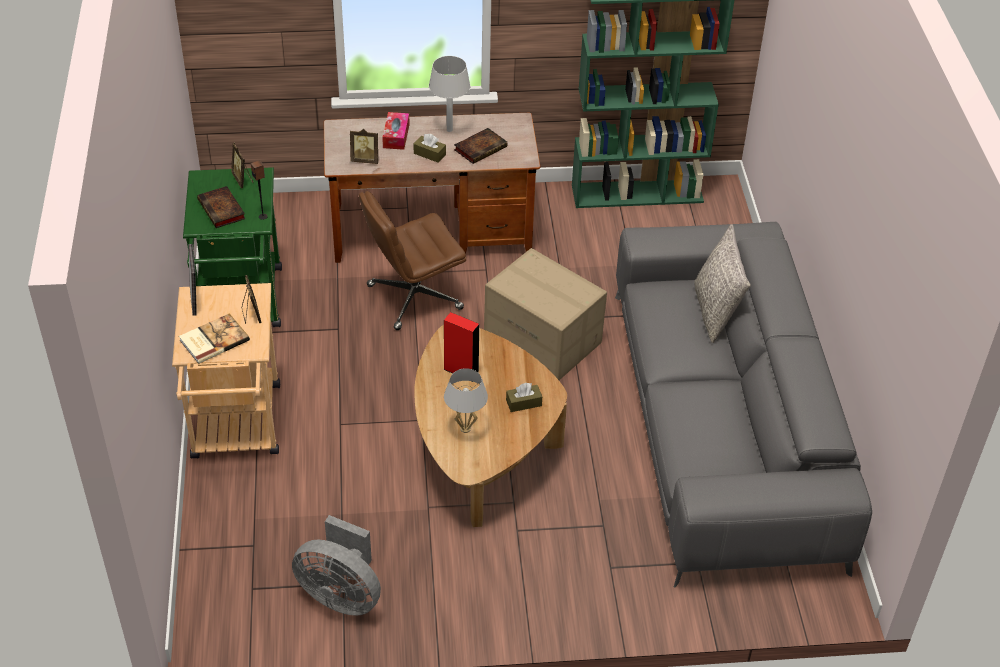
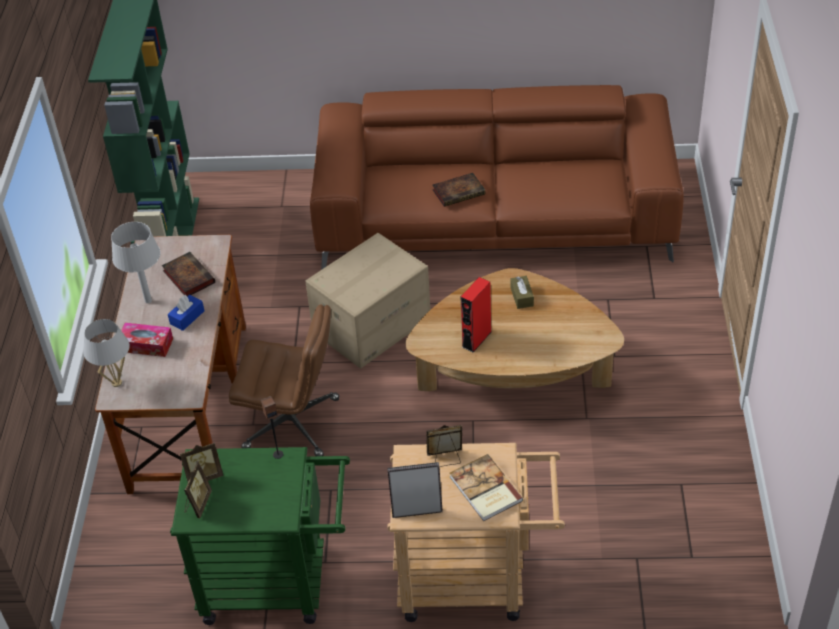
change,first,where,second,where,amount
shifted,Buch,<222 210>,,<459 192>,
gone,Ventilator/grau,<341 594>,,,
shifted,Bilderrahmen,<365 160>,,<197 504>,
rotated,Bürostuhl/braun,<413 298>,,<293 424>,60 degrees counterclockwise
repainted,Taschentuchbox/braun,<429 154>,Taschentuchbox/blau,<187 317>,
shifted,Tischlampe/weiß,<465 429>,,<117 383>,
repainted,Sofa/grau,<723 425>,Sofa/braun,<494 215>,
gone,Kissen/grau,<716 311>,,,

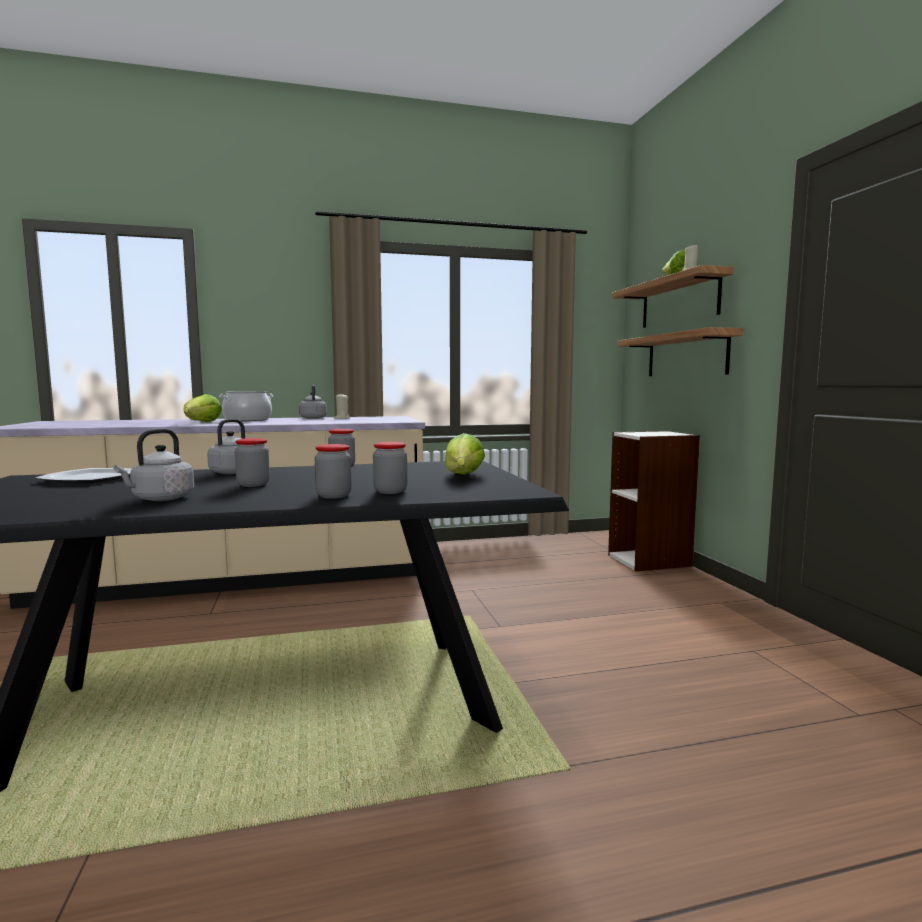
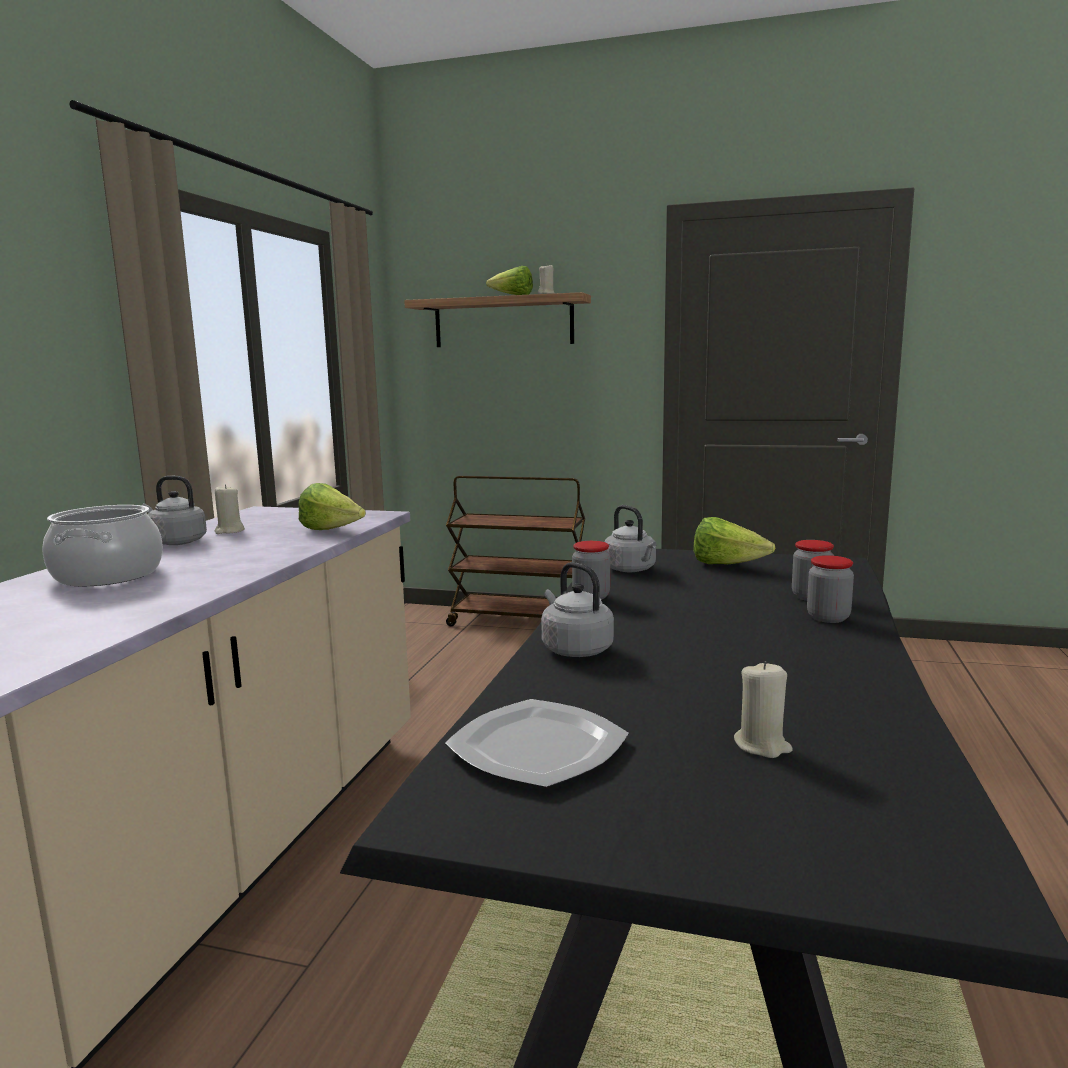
change,first,where,second,where,amount
shifted,Wasserkessel/grau,<160 499>,,<631 570>,
shifted,Salatkopf,<202 422>,,<332 531>,
gone,Vorratsglas,<253 484>,,,
swapped,Bücherregal,<650 560>,Rollwagen/braun,<519 622>,
gone,Wandregal,<686 355>,,,
new,,,Kerze/beige,<762 745>,

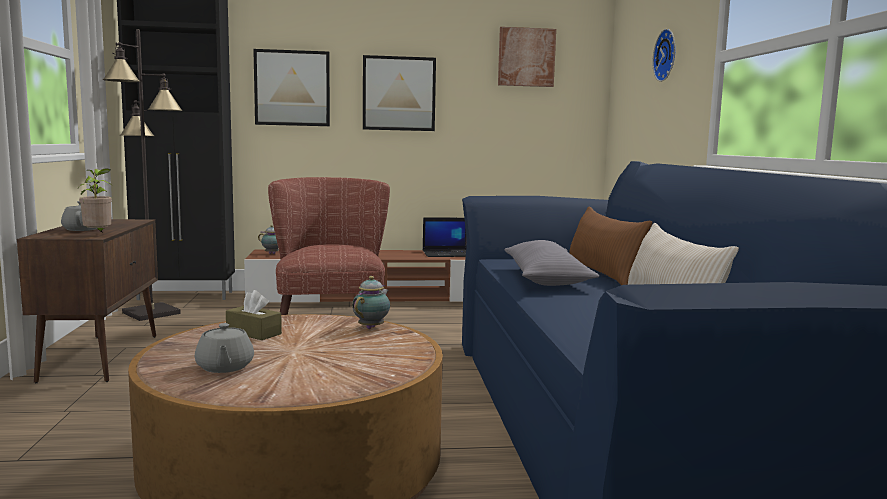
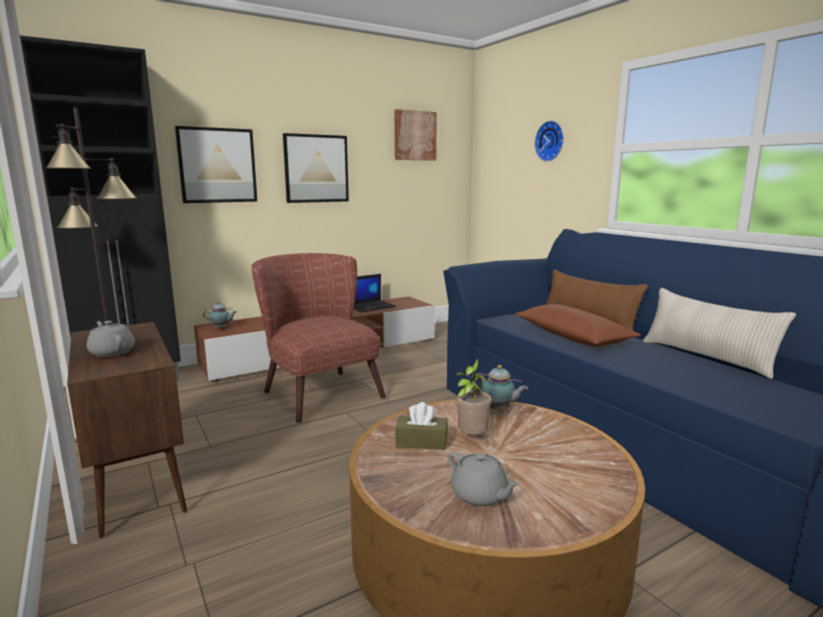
change,first,where,second,where,amount
shifted,Topfpflanze,<98 235>,,<471 438>,
rotated,Teekanne,<372 327>,,<499 410>,120 degrees clockwise
repainted,Kissen/grau,<546 278>,Kissen/braun,<572 336>,

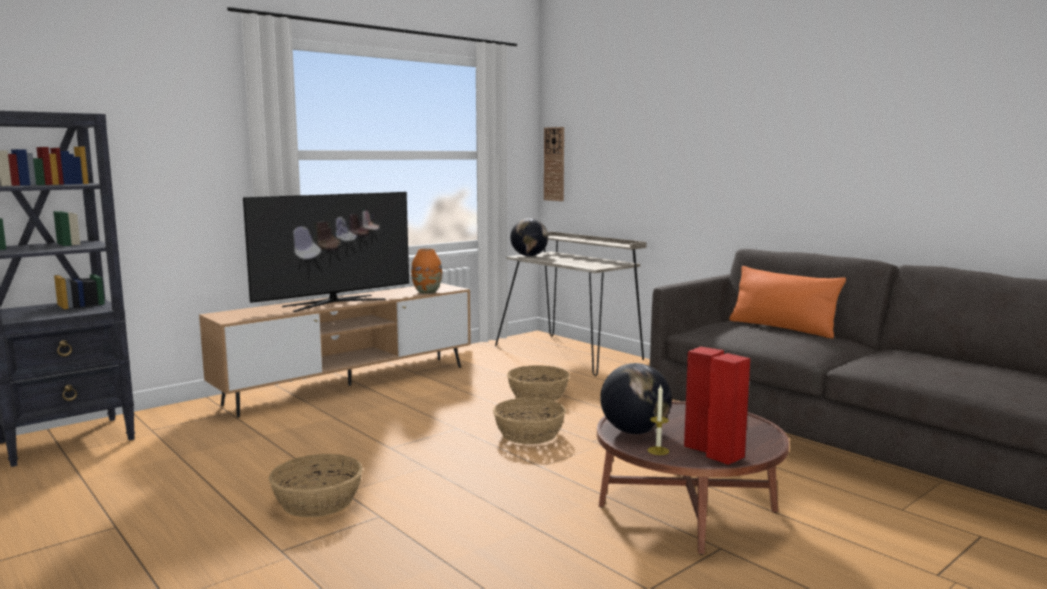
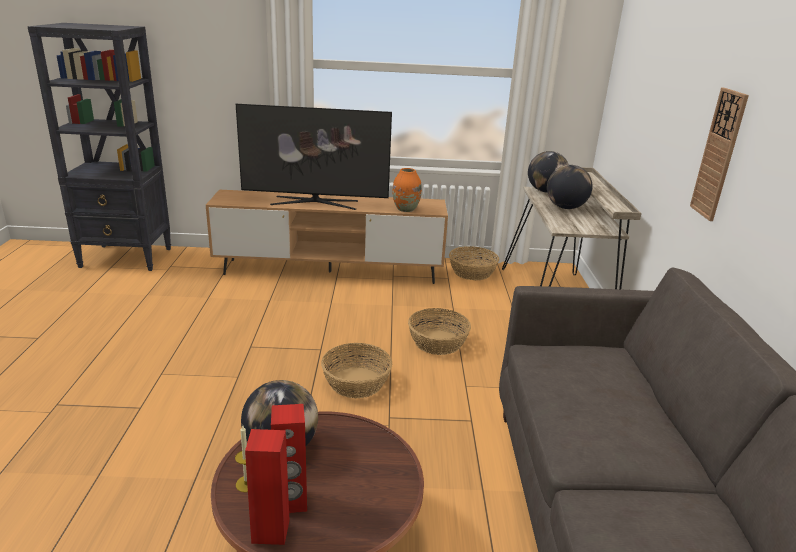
change,first,where,second,where,amount
shifted,Korb,<317 501>,,<472 272>,
shifted,Wanduhr,<554 164>,,<718 155>,
gone,Kissen/orange,<782 328>,,,
new,,,Globus,<565 207>,

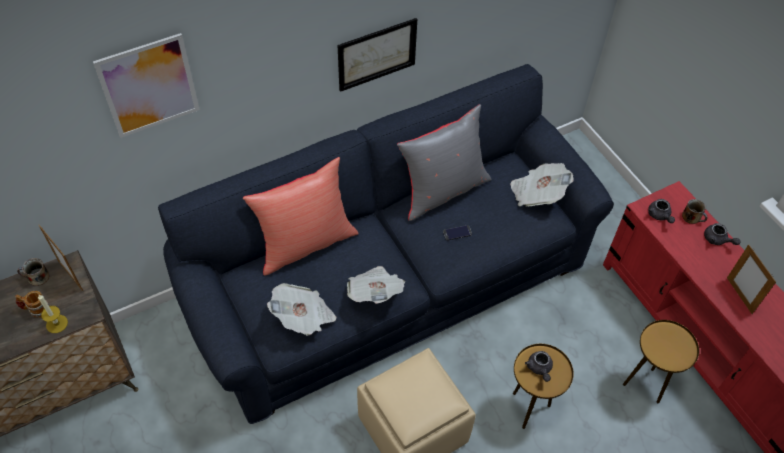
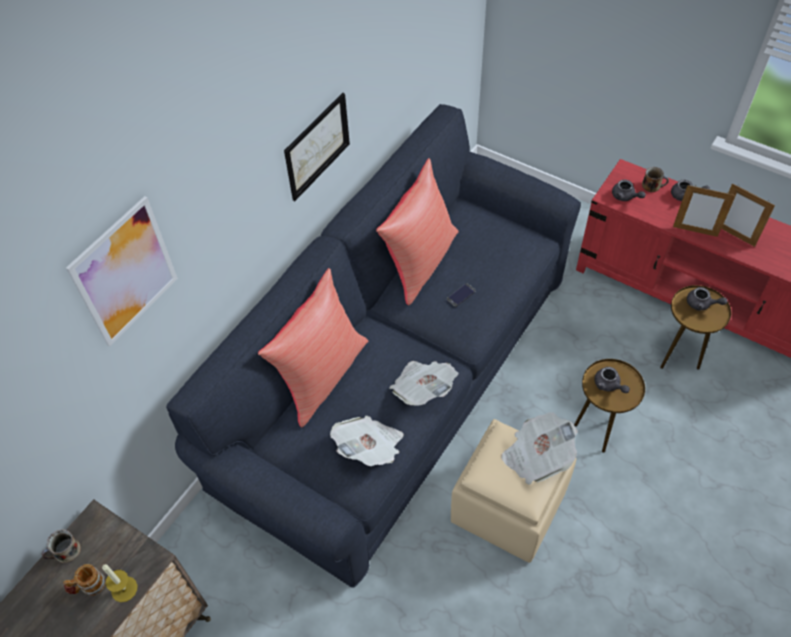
change,first,where,second,where,amount
shifted,Bilderrahmen,<70 276>,,<695 231>,
repainted,Kissen/grau,<442 190>,Kissen/rot,<420 262>,
shifted,Zeitung,<537 194>,,<537 456>,
new,,,Teekanne/grau,<702 304>,

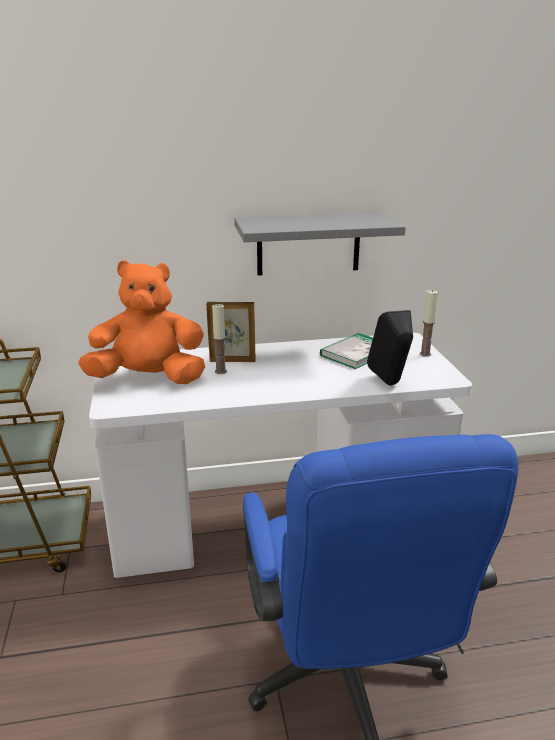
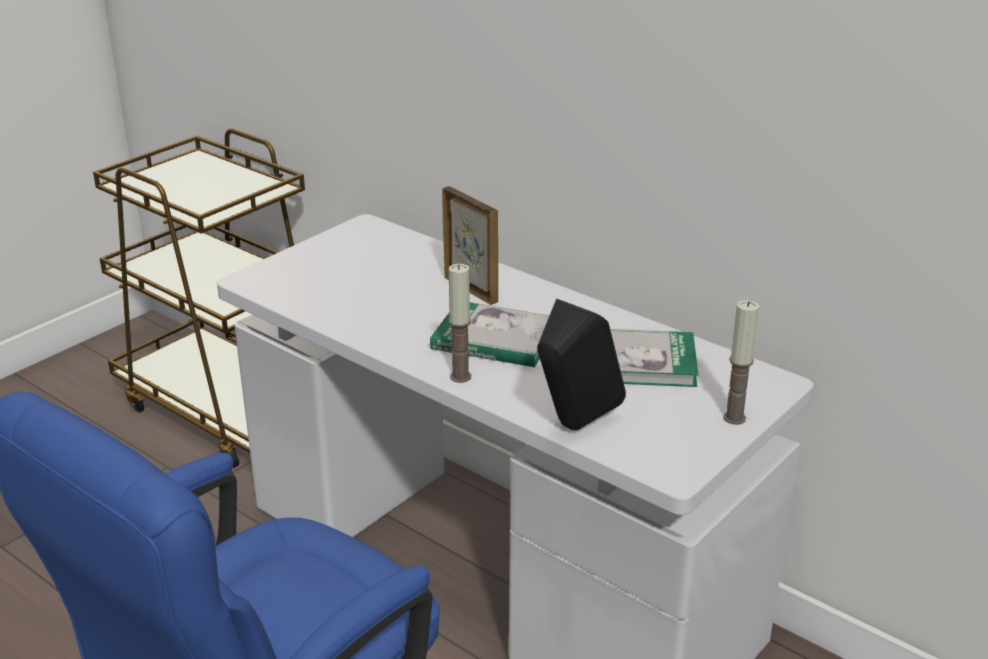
change,first,where,second,where,amount
gone,Plüschtier/orange,<149 379>,,,
shifted,Kerze,<220 371>,,<460 377>,
gone,Wandregal/grau,<308 244>,,,
new,,,Buch,<494 339>,

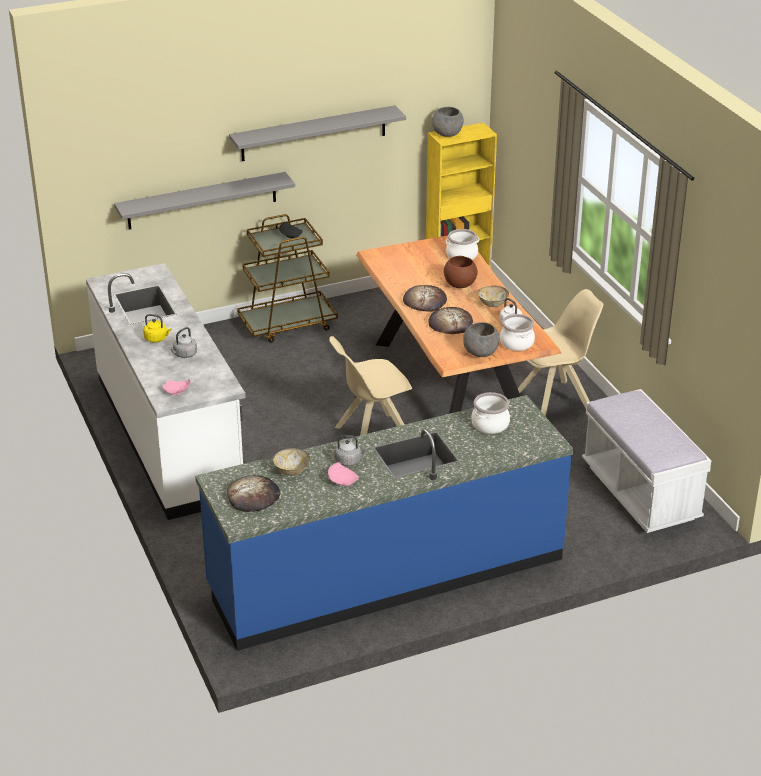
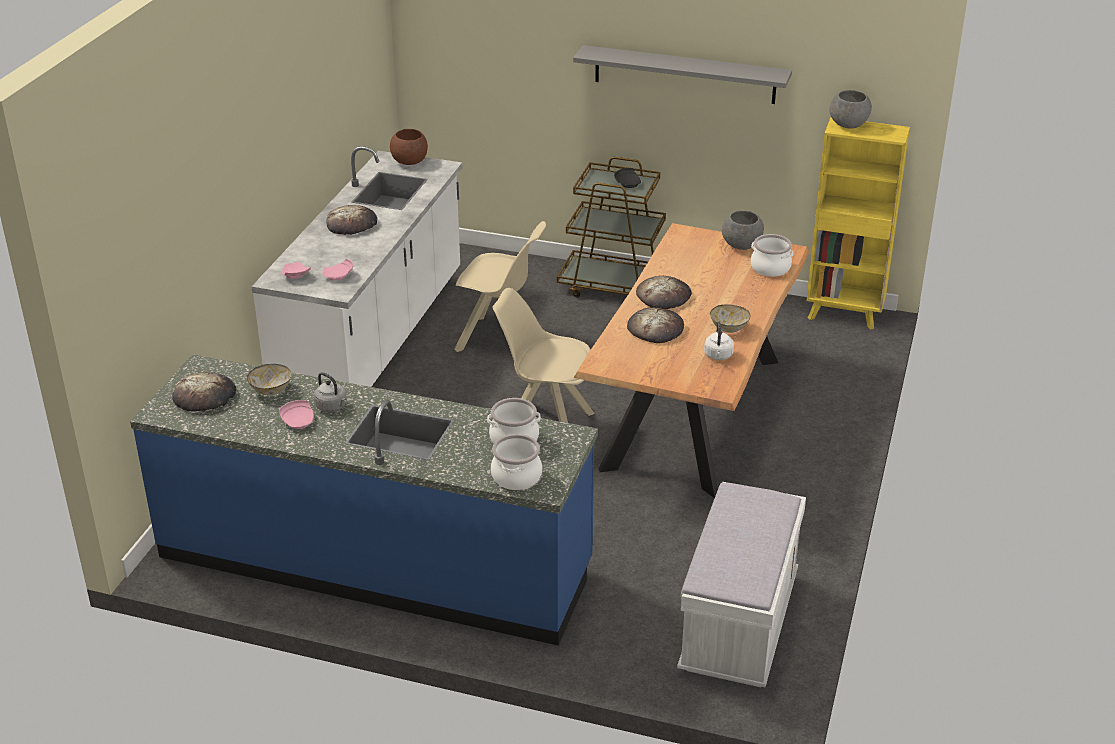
change,first,where,second,where,amount
gone,Wandregal/grau,<202 201>,,,
swapped,Wasserkessel/gelb,<157 339>,Brot,<352 224>,
gone,Wasserkessel/grau,<184 354>,,,
shifted,Schüssel/braun,<459 285>,,<409 162>,
shifted,Schüssel/grau,<480 353>,,<741 245>,
shifted,Kochtopf,<516 343>,,<516 476>,
shifted,Stuhl/beige,<555 401>,,<501 340>,
new,,,Teller/rosa,<339 276>,

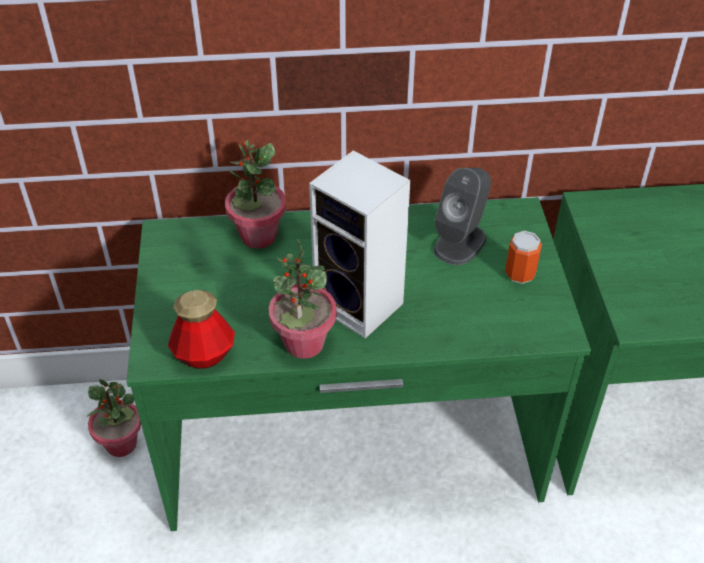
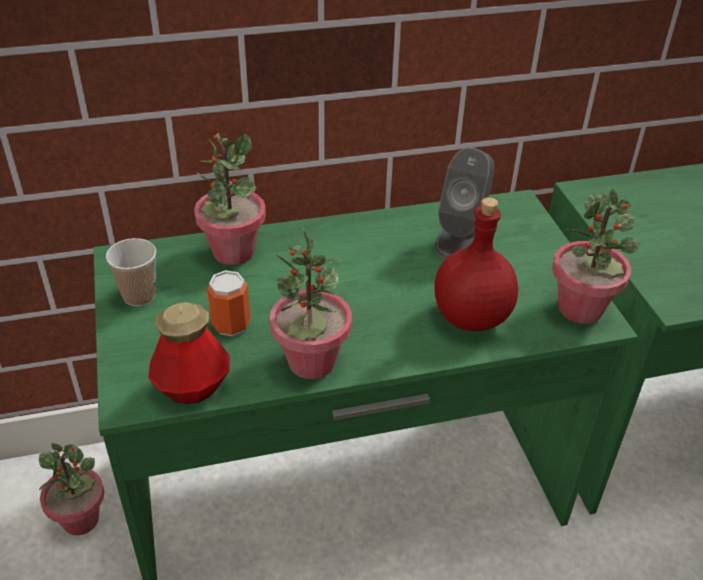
change,first,where,second,where,amount
gone,Lautsprecher,<362 305>,,,
shifted,Dose,<520 273>,,<231 324>,
new,,,Tasse,<139 296>,
new,,,Flasche/rot,<473 317>,
new,,,Topfpflanze,<581 309>,

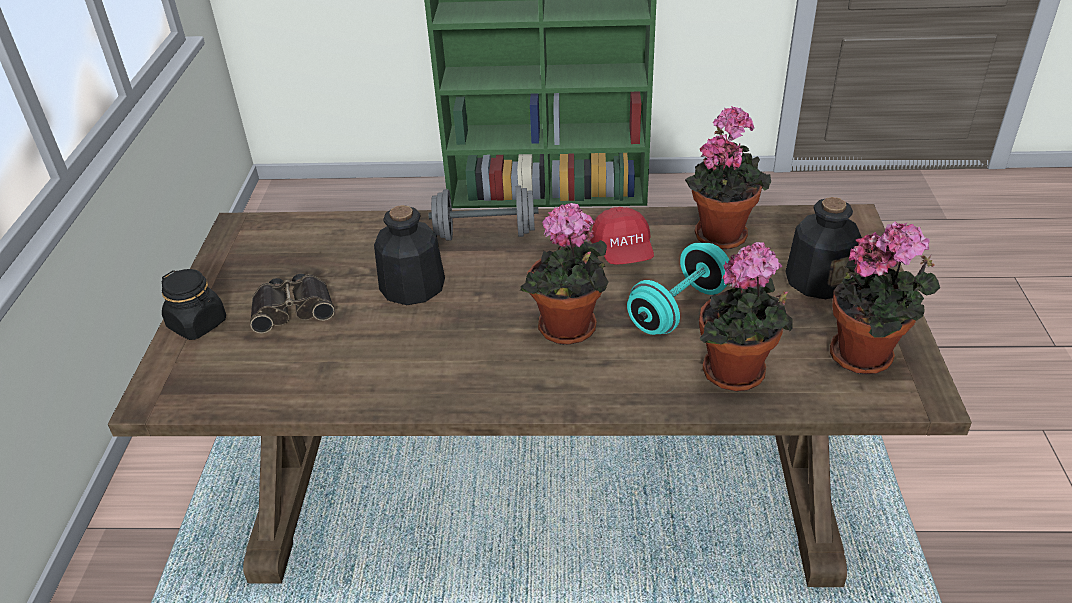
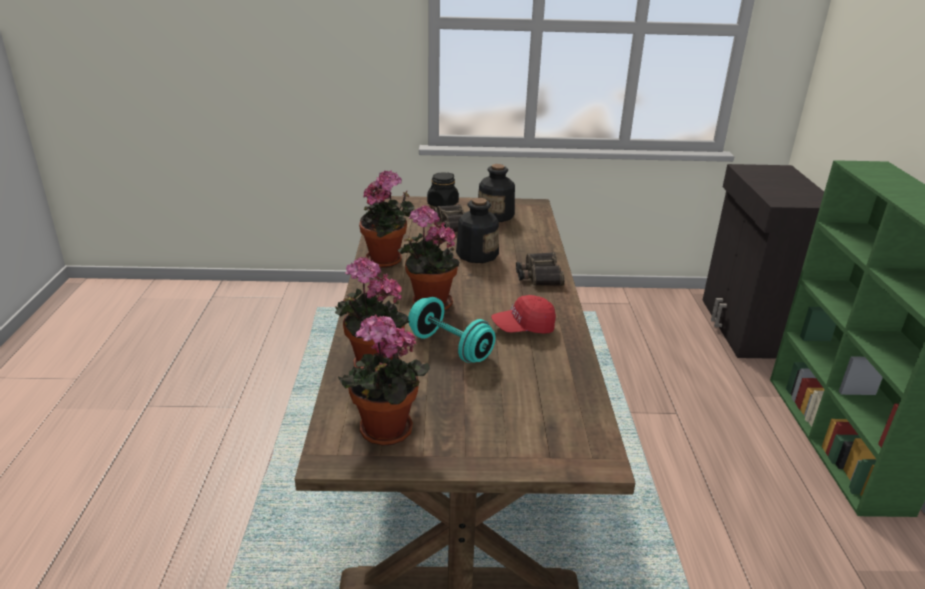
change,first,where,second,where,amount
swapped,Hantel/grau,<485 233>,Fernglas,<539 275>,
shifted,Topfpflanze,<720 232>,,<387 260>,
shifted,Flasche,<818 279>,,<496 215>,
new,,,Schrank/schwarz,<745 328>,

